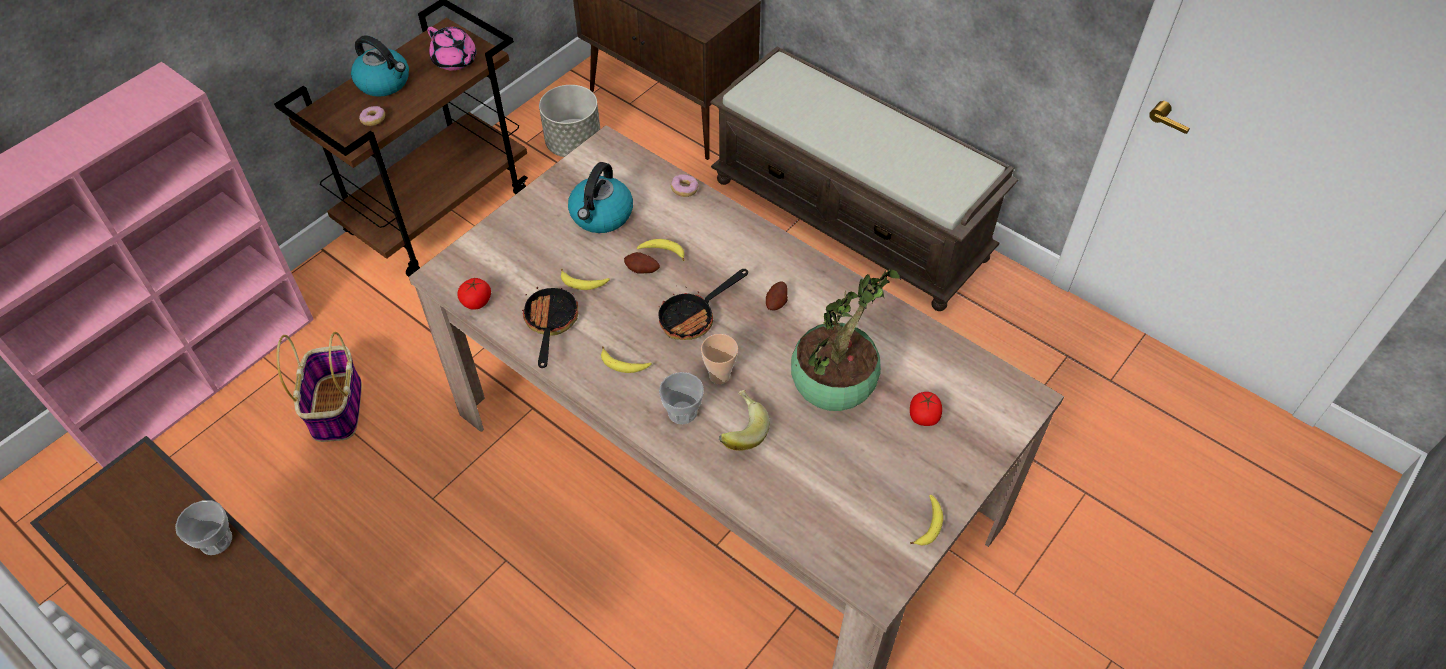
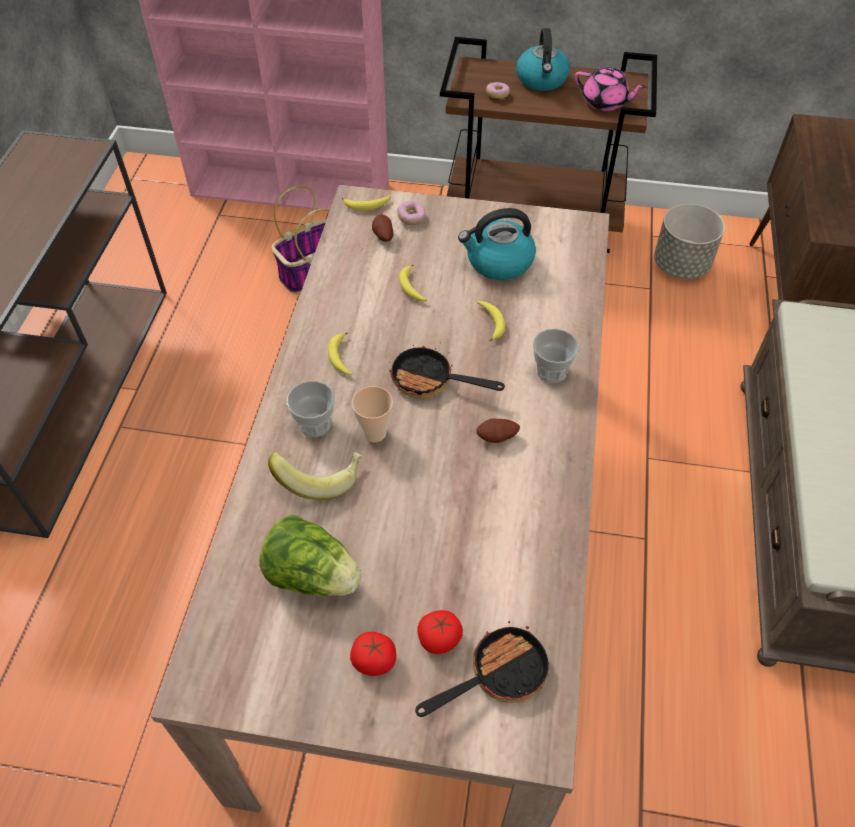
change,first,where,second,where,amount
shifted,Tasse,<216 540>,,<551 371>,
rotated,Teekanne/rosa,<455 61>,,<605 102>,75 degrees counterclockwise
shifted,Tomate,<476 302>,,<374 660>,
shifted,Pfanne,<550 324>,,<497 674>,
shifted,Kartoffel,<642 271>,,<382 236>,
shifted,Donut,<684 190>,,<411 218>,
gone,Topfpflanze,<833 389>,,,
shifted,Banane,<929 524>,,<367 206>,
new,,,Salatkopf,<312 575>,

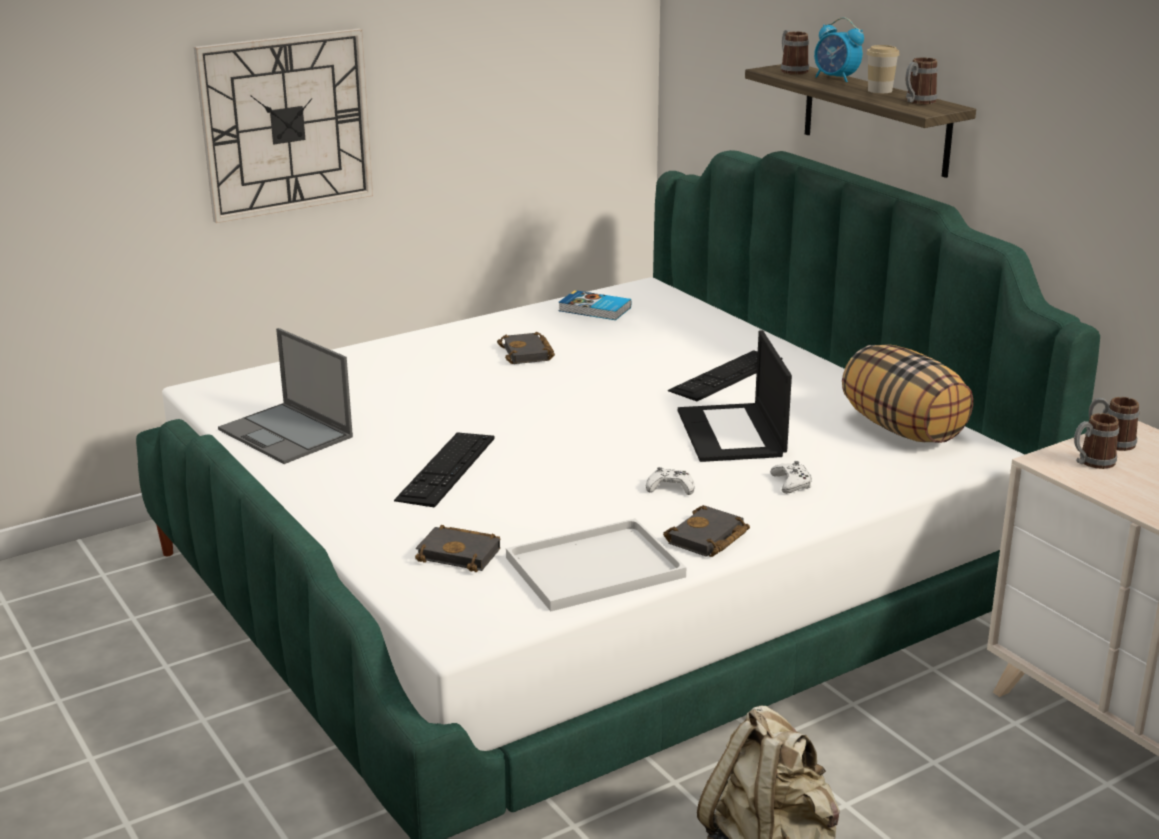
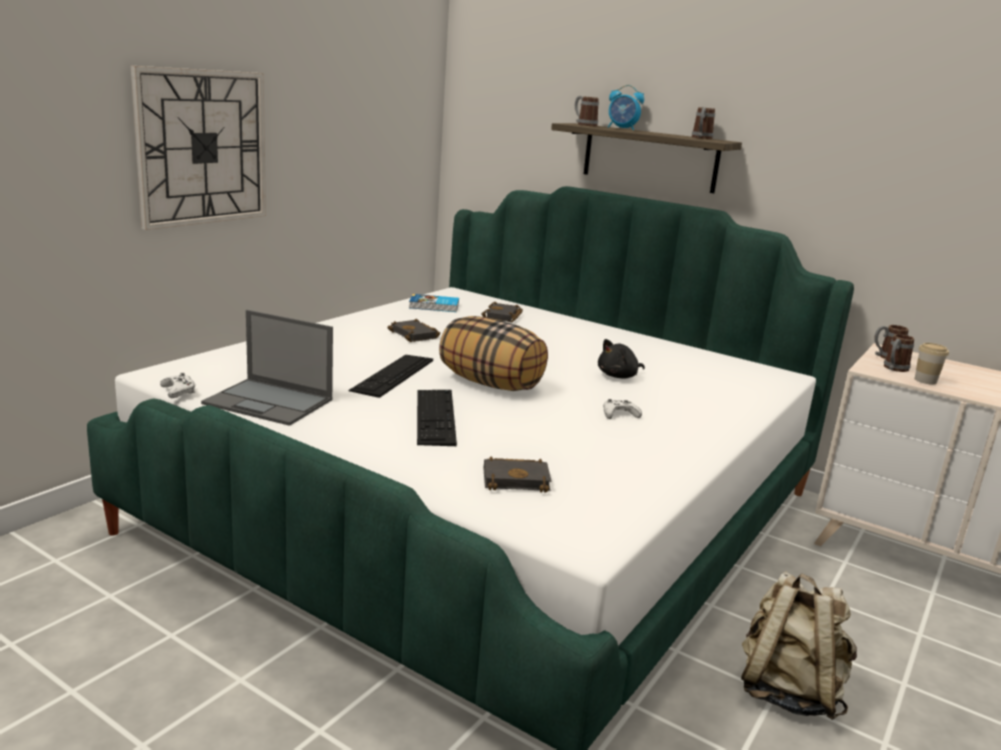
change,first,where,second,where,amount
gone,Tablett/weiß,<592 569>,,,
shifted,Buch/schwarz,<708 539>,,<503 317>,
shifted,Tastatur,<726 375>,,<393 375>,
swapped,Laptop,<732 434>,Plüschtier/schwarz,<619 376>,
shifted,Gamepad/weiß,<792 483>,,<179 391>,
shifted,Kissen,<903 429>,,<491 384>,
shifted,Tasse,<880 90>,,<925 380>,

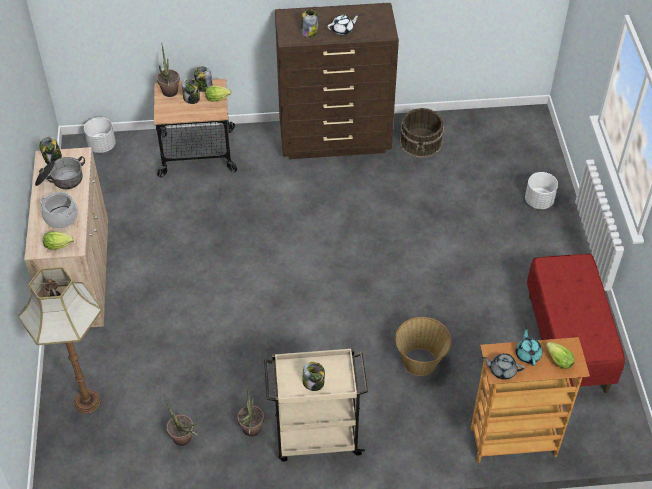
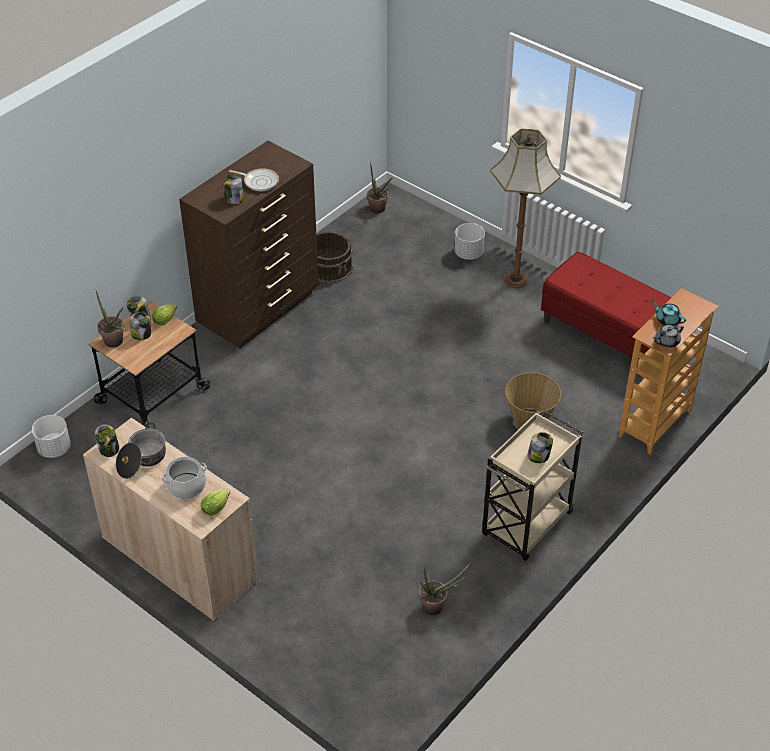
change,first,where,second,where,amount
shifted,Stehlampe,<88 401>,,<516 279>,
shifted,Topfpflanze,<250 432>,,<379 210>,
swapped,Teekanne/weiß,<343 30>,Pfanne,<259 181>,
gone,Salatkopf,<557 360>,,,

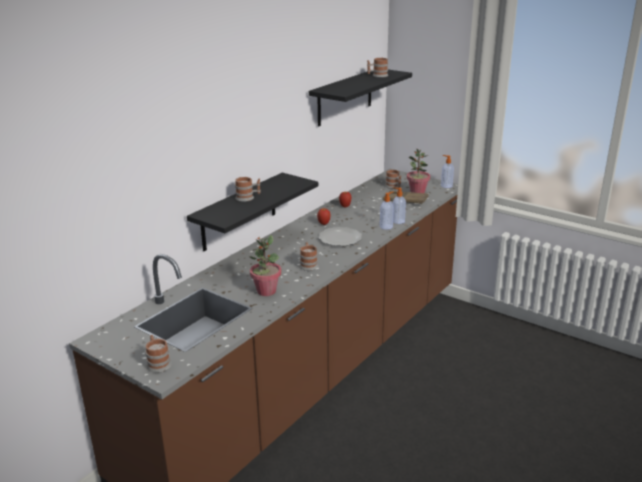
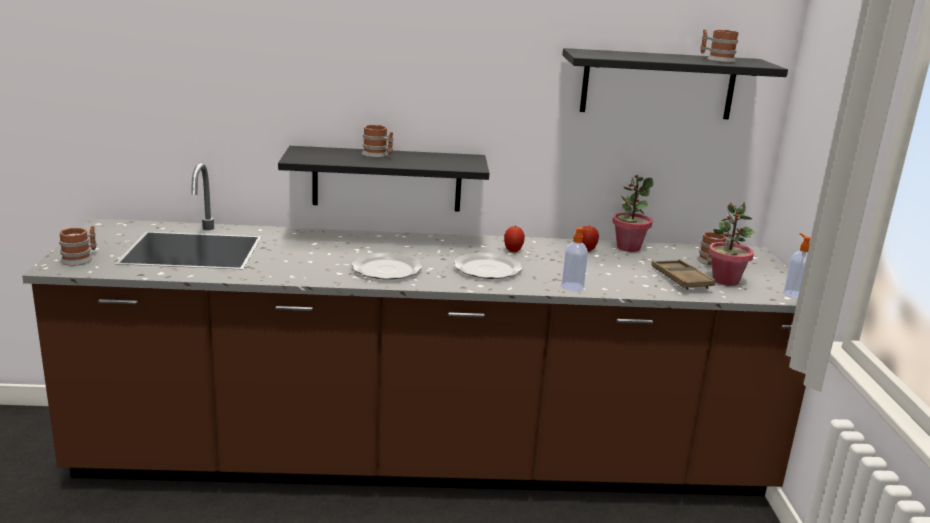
change,first,where,second,where,amount
shifted,Topfpflanze,<266 291>,,<628 247>,
swapped,Henkelbecher,<308 264>,Teller,<387 269>,
gone,Seifenspender,<397 221>,,,

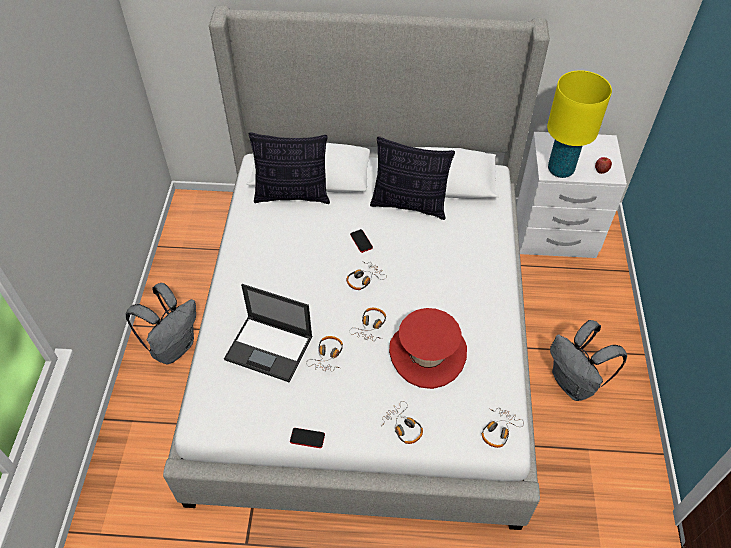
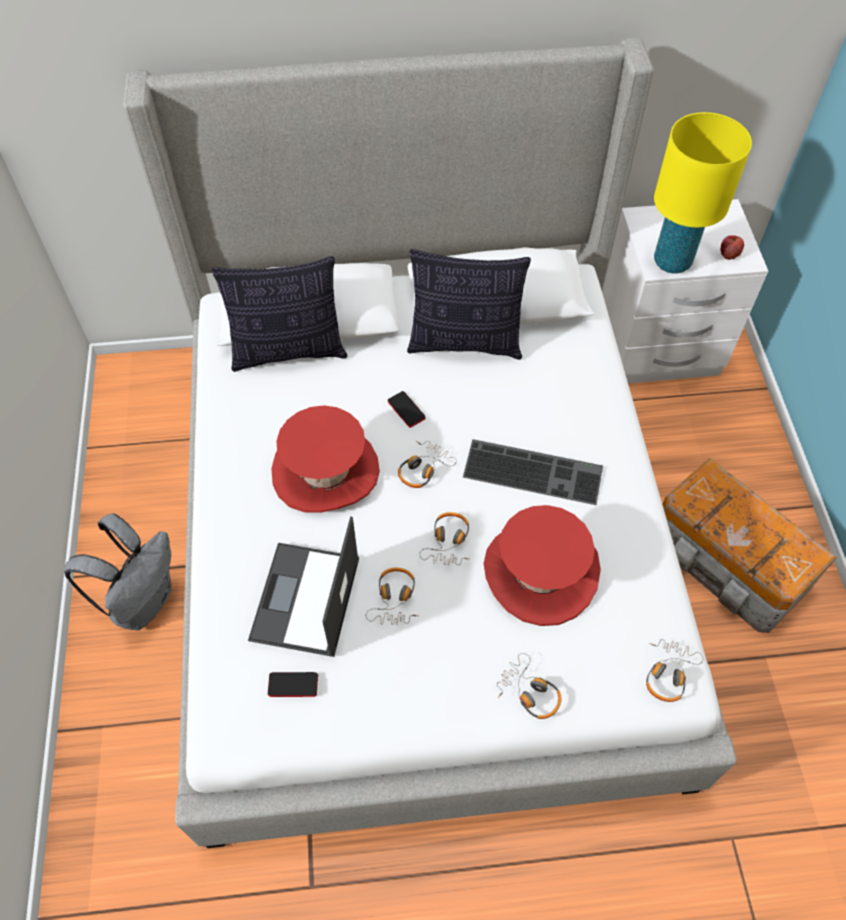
change,first,where,second,where,amount
rotated,Laptop,<270 348>,,<305 601>,90 degrees clockwise
shifted,Handy,<307 438>,,<293 684>,
swapped,Rucksack/grau,<574 384>,Aufbewahrungsbox,<727 564>,
new,,,Hut/rot,<325 471>,
new,,,Tastatur,<534 470>,

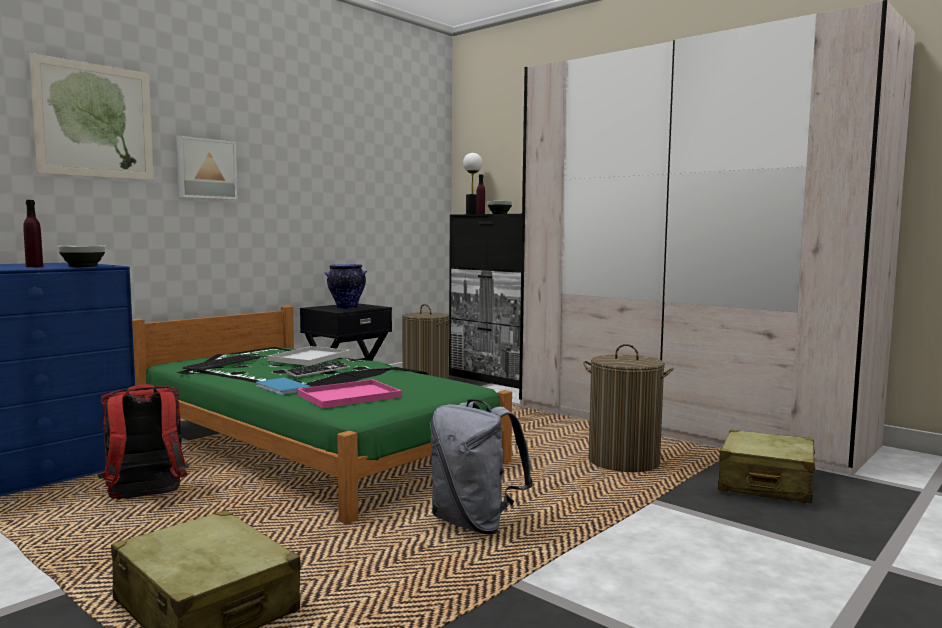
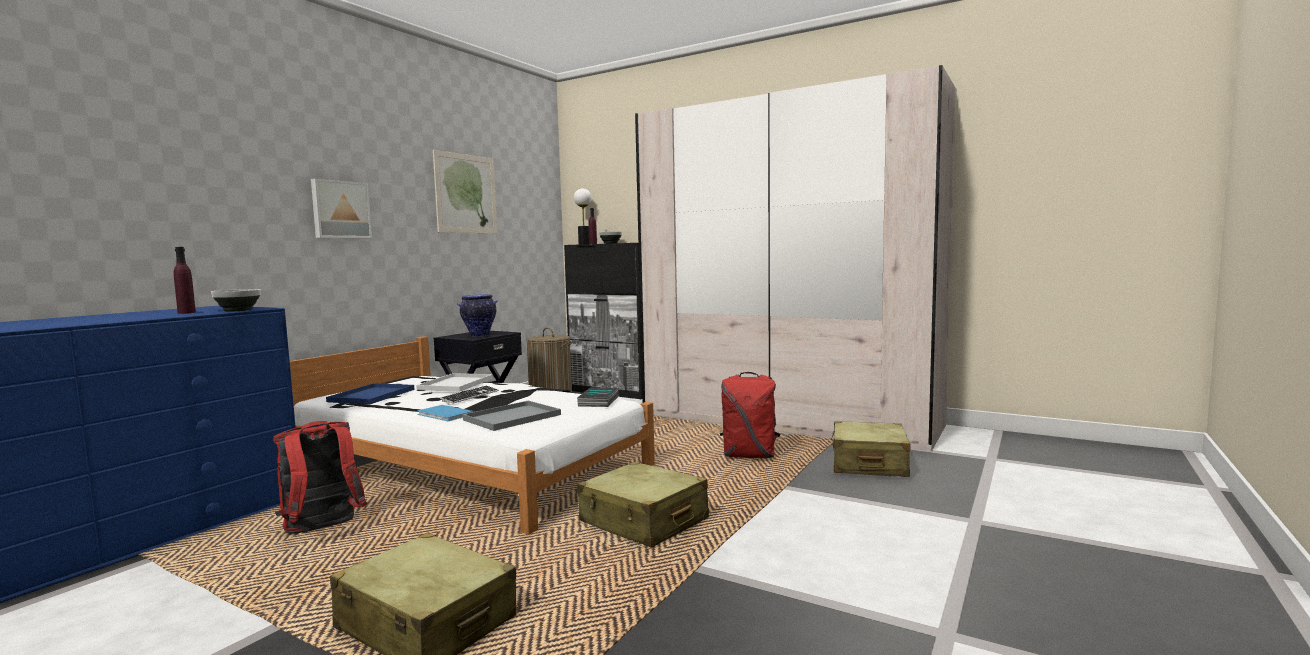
change,first,where,second,where,amount
shifted,Bild,<95 121>,,<466 194>,
repainted,Bett/grün,<310 446>,Bett/weiß,<466 466>,
swapped,Tastatur,<222 363>,Tablett/blau,<372 395>,
repainted,Tablett/rosa,<348 396>,Tablett/grau,<511 418>,
swapped,Rucksack/grau,<475 524>,Koffer/beige,<643 522>,
swapped,Wäschekorb,<624 461>,Rucksack/rot,<749 456>,
new,,,Buch,<599 401>,

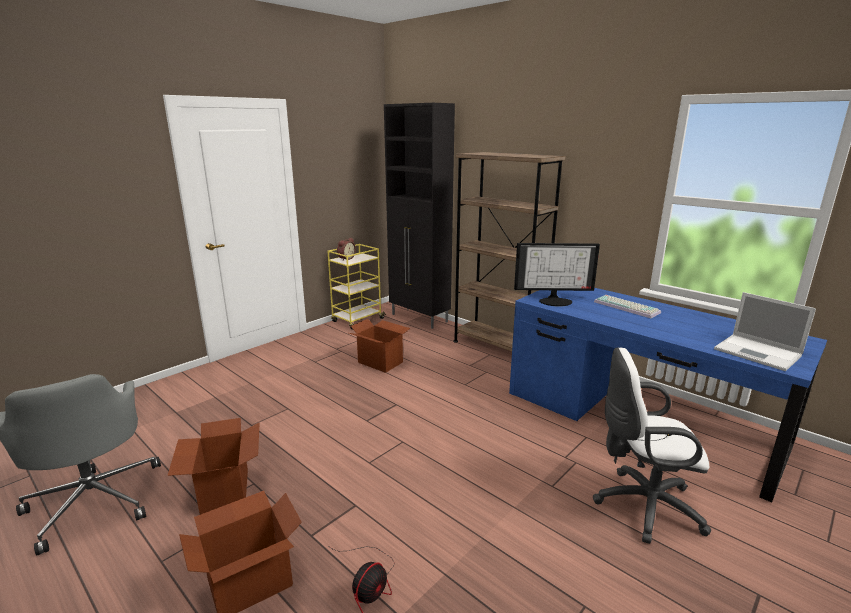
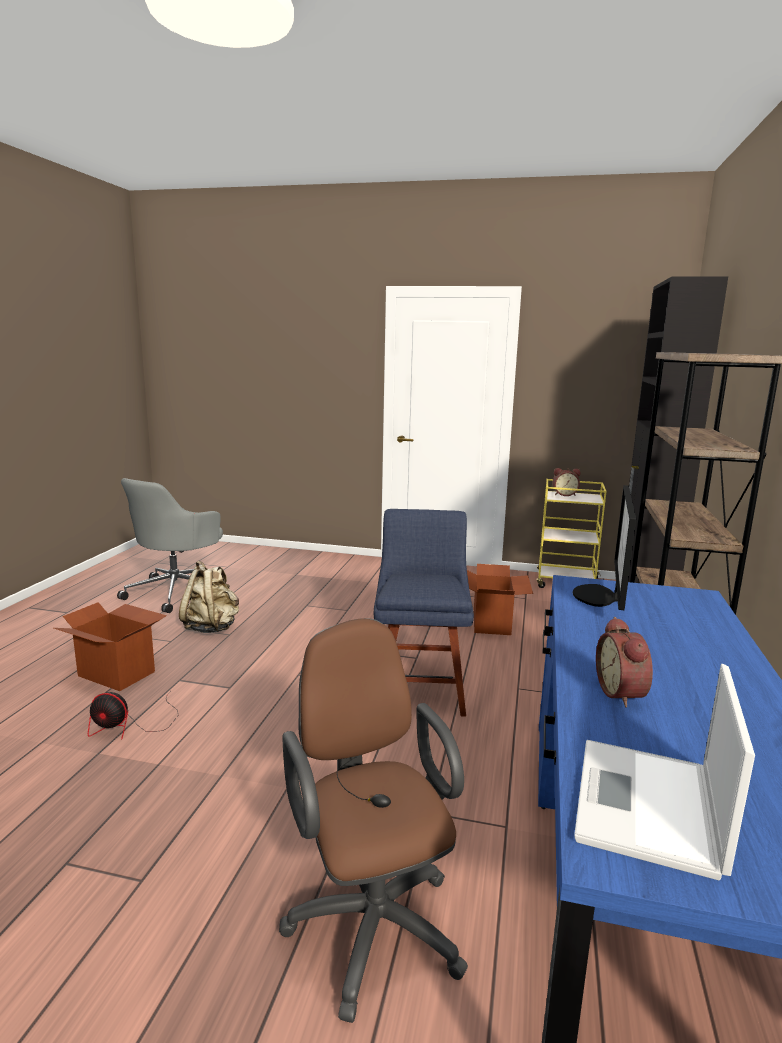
change,first,where,second,where,amount
swapped,Karton,<224 491>,Rucksack/beige,<211 627>,
rotated,Monitor,<555 301>,,<601 596>,45 degrees clockwise
repainted,Bürostuhl/weiß,<641 505>,Bürostuhl/braun,<371 919>,
gone,Tastatur,<627 307>,,,
new,,,Stuhl/blau,<420 688>,
new,,,Wecker,<623 693>,

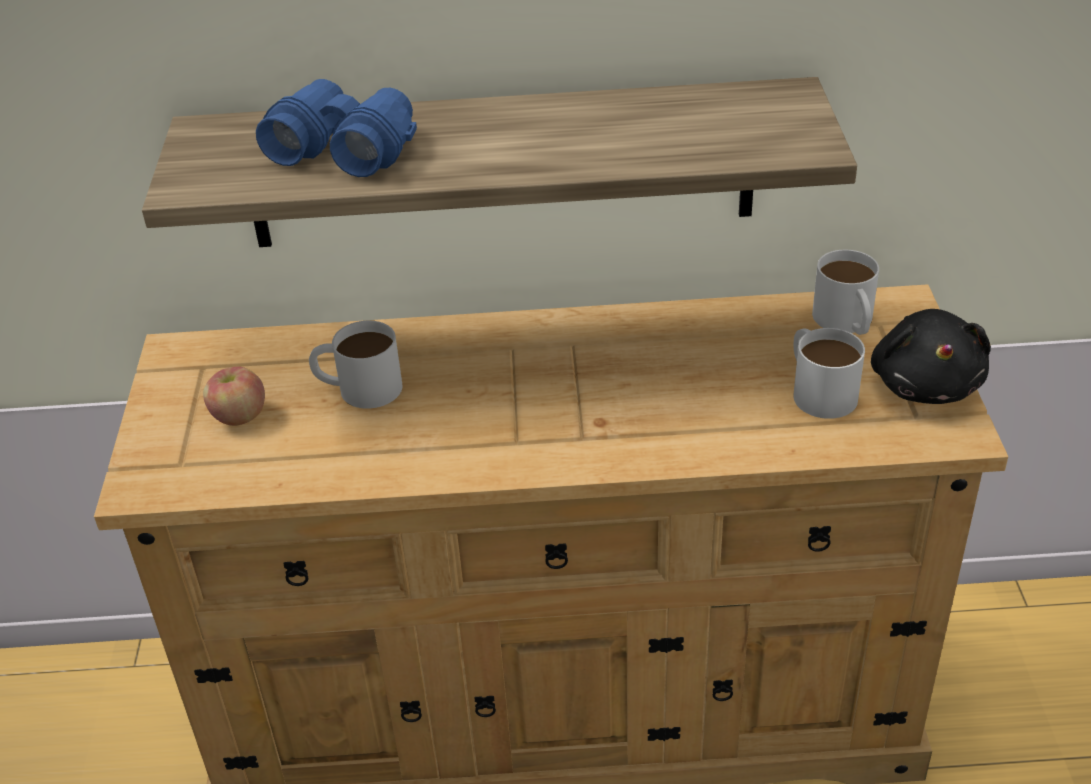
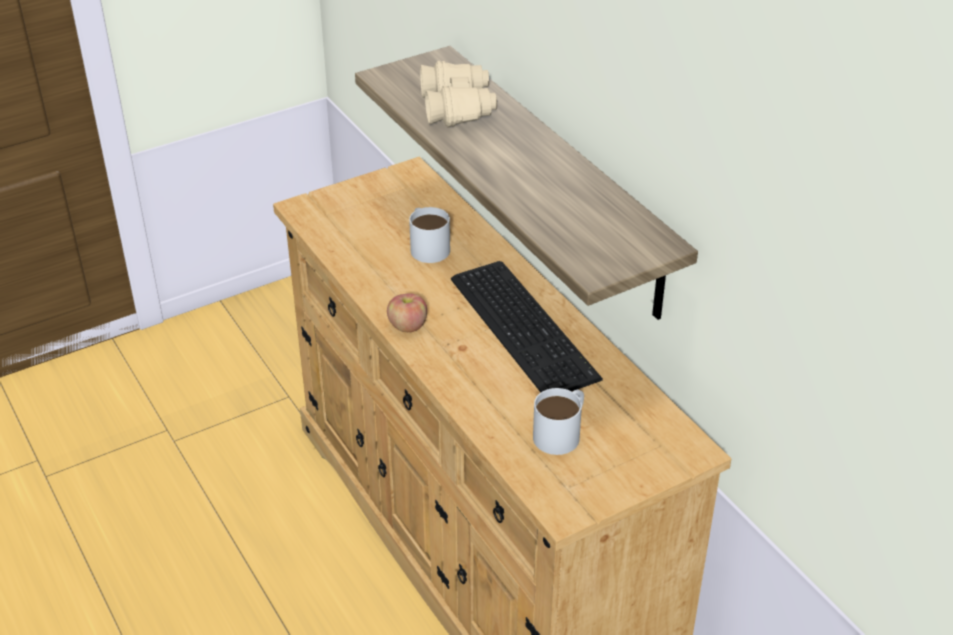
change,first,where,second,where,amount
shifted,Apfel,<239 416>,,<407 326>,
repainted,Fernglas/blau,<344 148>,Fernglas/beige,<458 107>,
gone,Henkelbecher/weiß,<847 322>,,,
gone,Plüschtier/schwarz,<925 383>,,,
new,,,Tastatur,<525 325>,

